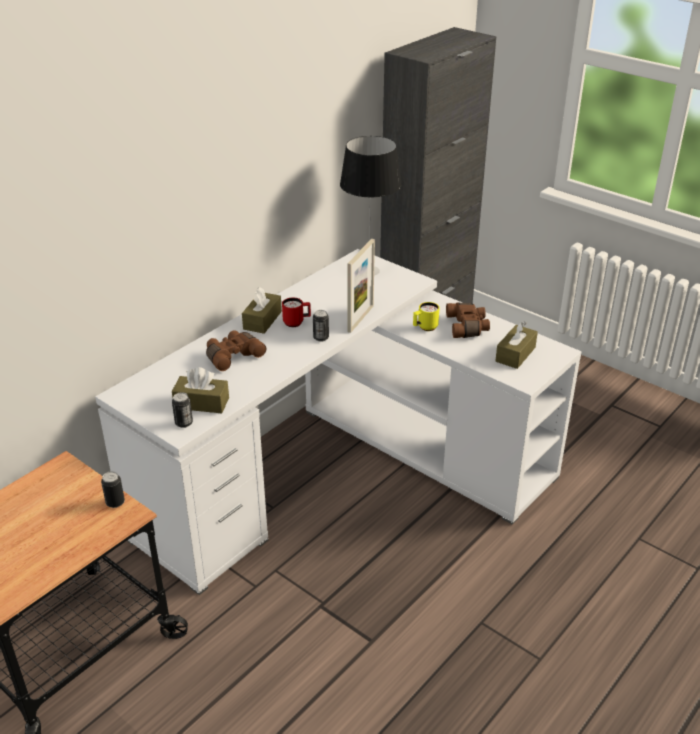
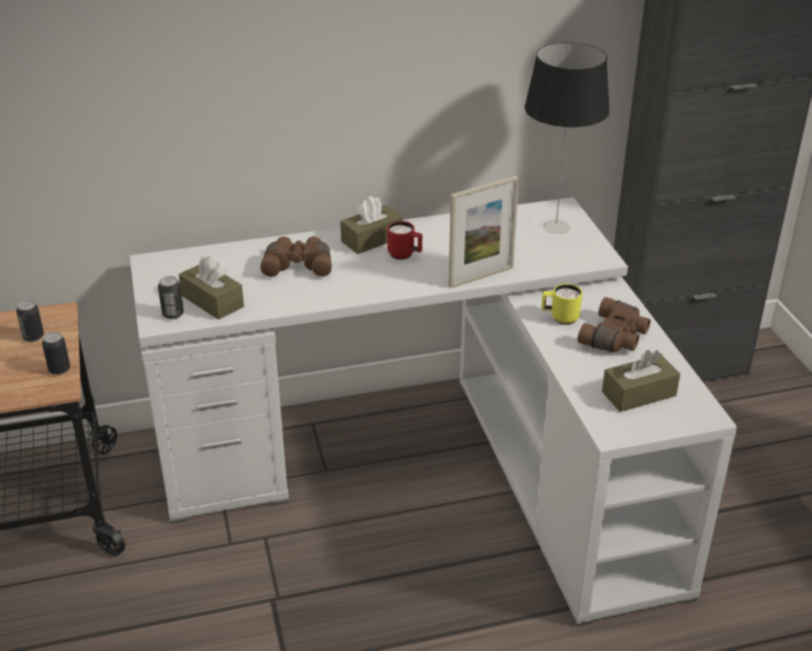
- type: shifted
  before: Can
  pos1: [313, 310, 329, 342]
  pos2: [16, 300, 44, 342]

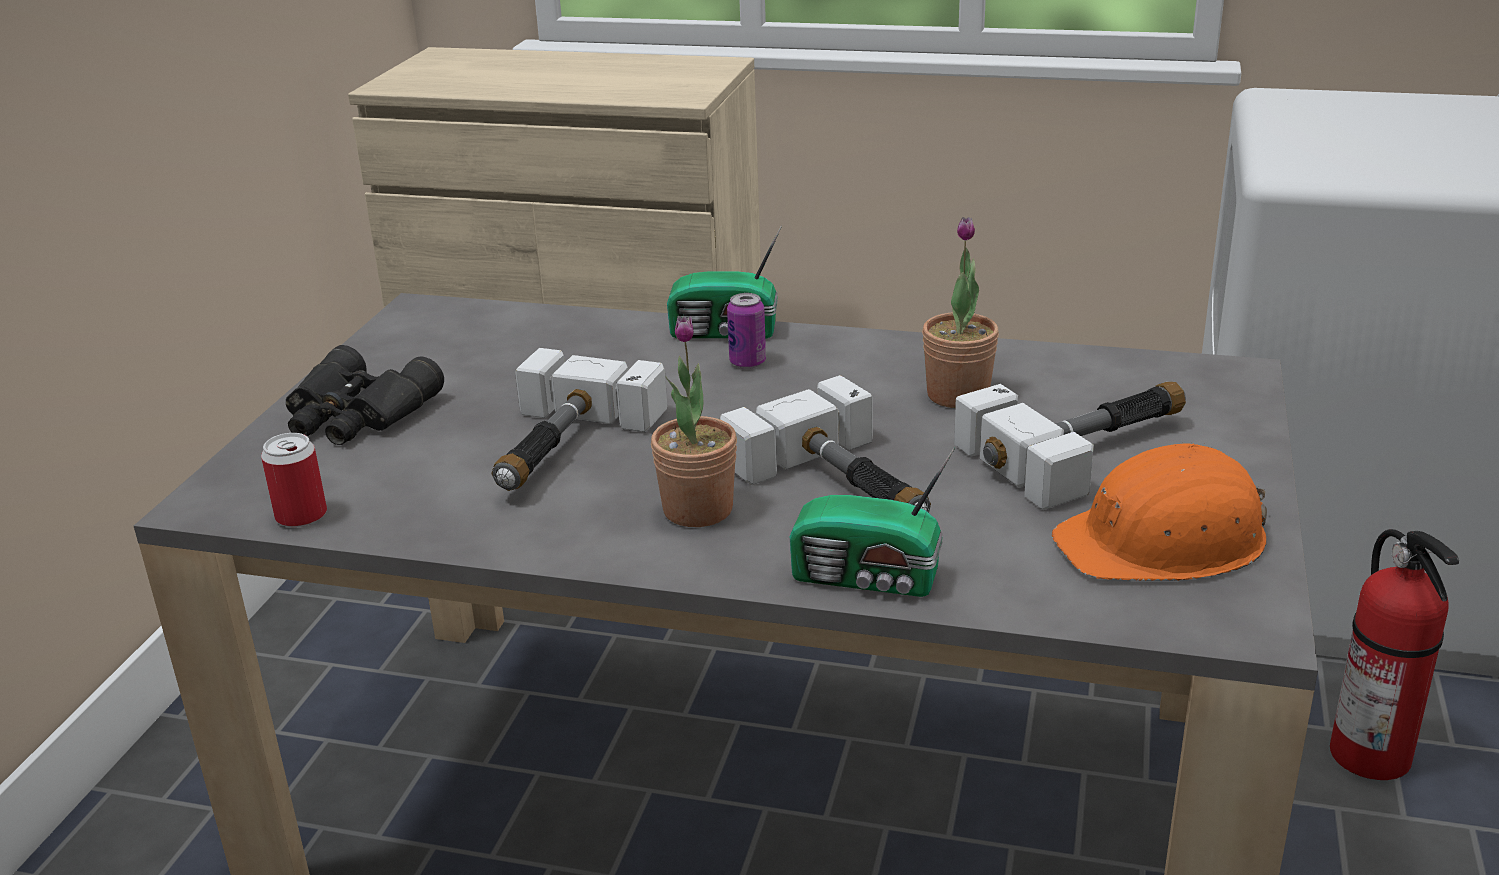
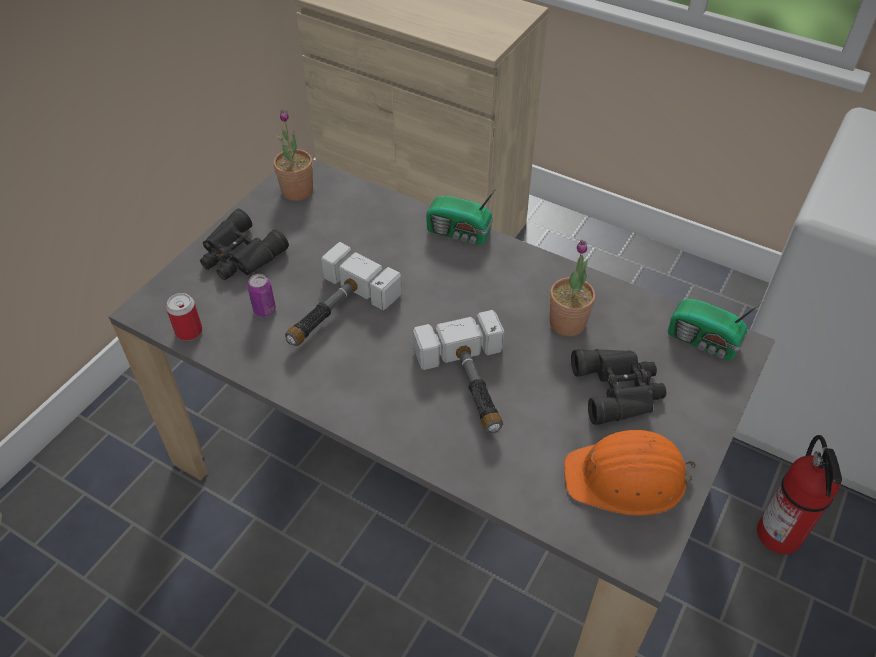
- type: shifted
  before: Can
  pos1: [727, 293, 766, 369]
  pos2: [247, 274, 276, 317]
- type: shifted
  before: PottedPlant
  pos1: [651, 316, 737, 527]
  pos2: [273, 109, 313, 201]
- type: swapped
  before: Hammer
  after: BlackBinoculars
  pos1: [954, 382, 1186, 510]
  pos2: [571, 349, 666, 425]
- type: shifted
  before: Radio
  pos1: [789, 448, 955, 597]
  pos2: [668, 299, 766, 360]

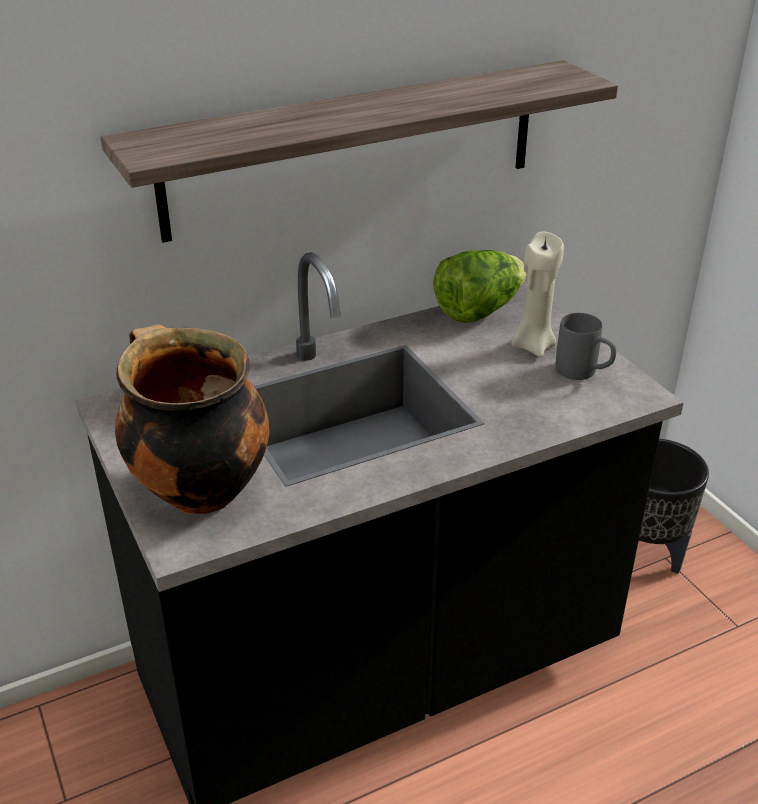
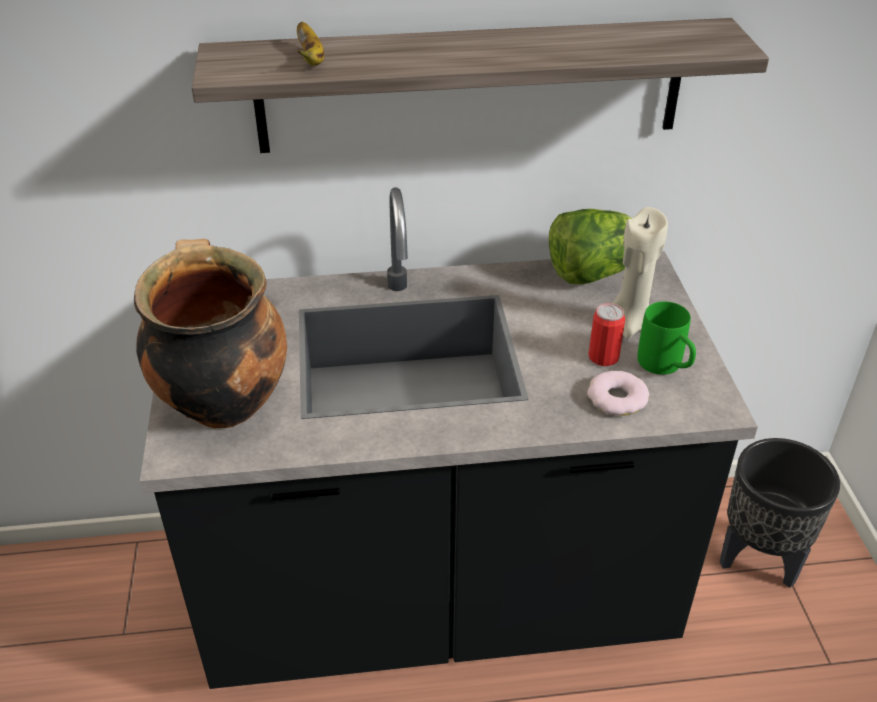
- type: new
  after: Banana
  pos2: [297, 22, 324, 66]
- type: new
  after: Donut
  pos2: [587, 371, 649, 416]
- type: new
  after: Can
  pos2: [588, 303, 625, 366]
- type: repainted
  before: GreyMug
  after: GreenMug
  pos1: [555, 313, 616, 380]
  pos2: [637, 301, 696, 375]

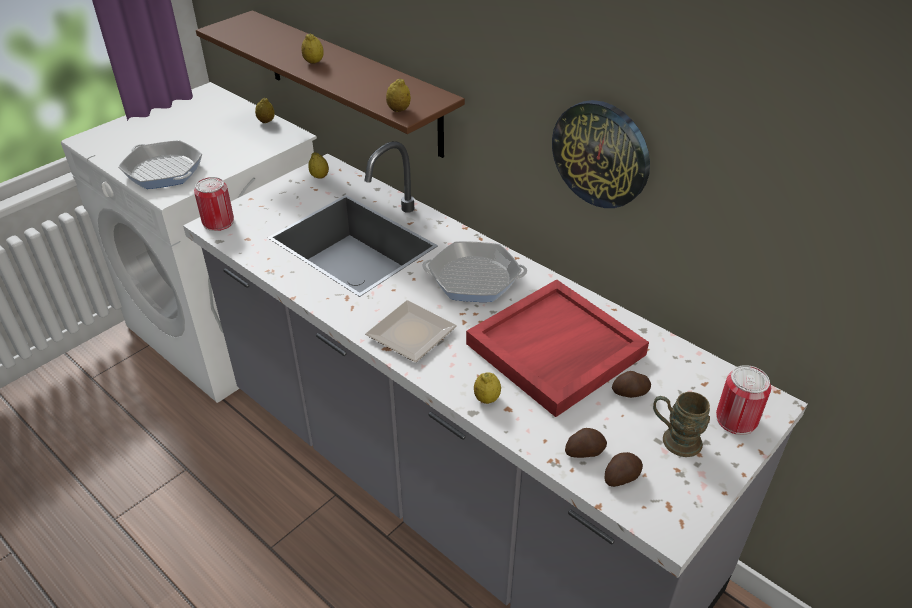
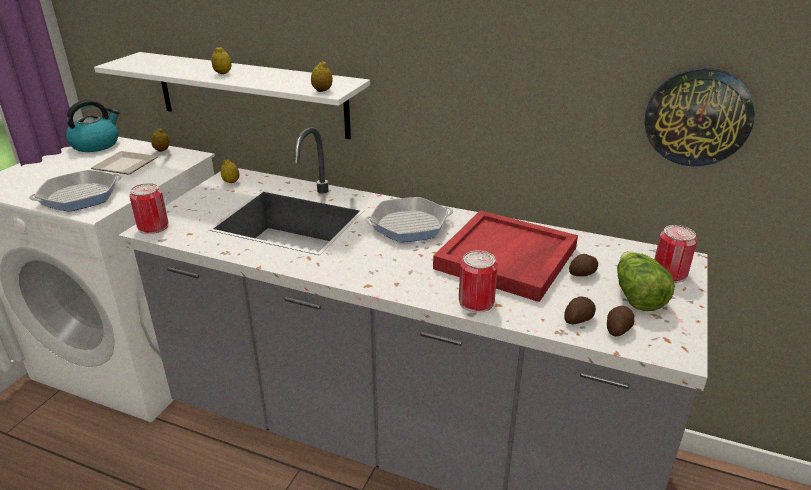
- type: rotated
  before: FryingPan
  pos1: [118, 140, 202, 189]
  pos2: [29, 170, 122, 212]
  turn: 120
- type: new
  after: Kettle
  pos2: [66, 100, 120, 152]
- type: shifted
  before: Plate
  pos1: [365, 300, 457, 362]
  pos2: [91, 151, 158, 175]
- type: repainted
  before: BrownShelf
  after: WhiteShelf
  pos1: [196, 10, 465, 158]
  pos2: [94, 52, 370, 139]
- type: swapped
  before: Lemon
  after: Can
  pos1: [474, 372, 501, 404]
  pos2: [459, 250, 498, 312]
- type: swapped
  before: BrownMug
  after: Lettuce
  pos1: [653, 392, 710, 457]
  pos2: [617, 251, 675, 311]
- type: shifted
  before: WallClock
  pos1: [552, 100, 650, 208]
  pos2: [644, 67, 755, 166]

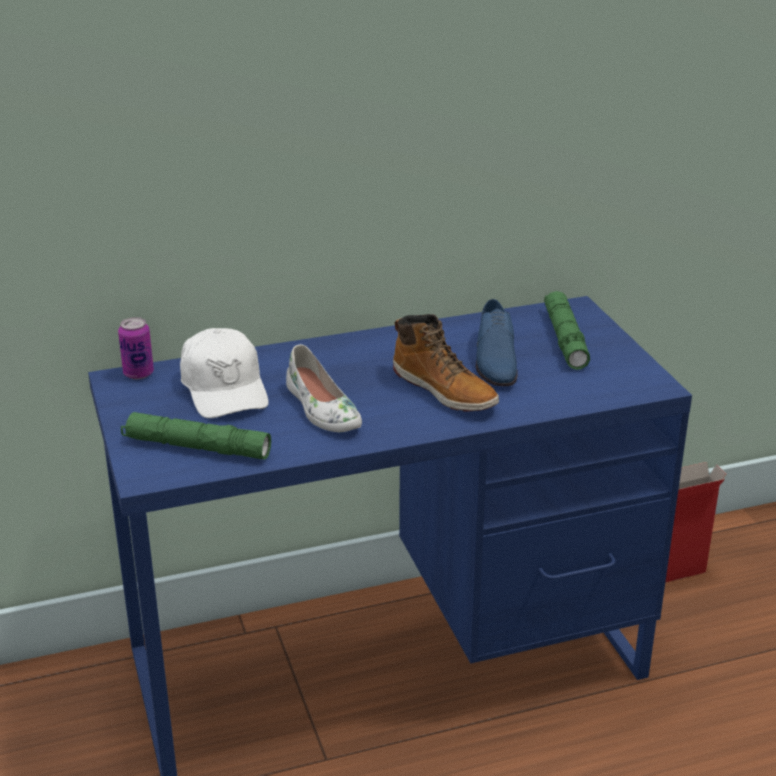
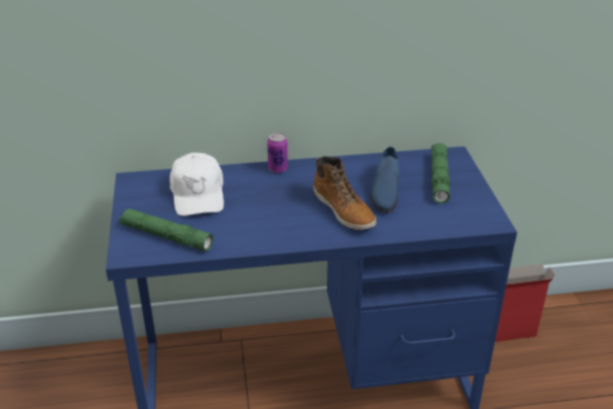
- type: shifted
  before: Can
  pos1: [118, 317, 154, 380]
  pos2: [267, 133, 288, 173]
- type: gone
  before: WhiteShoe
  pos1: [286, 344, 362, 432]

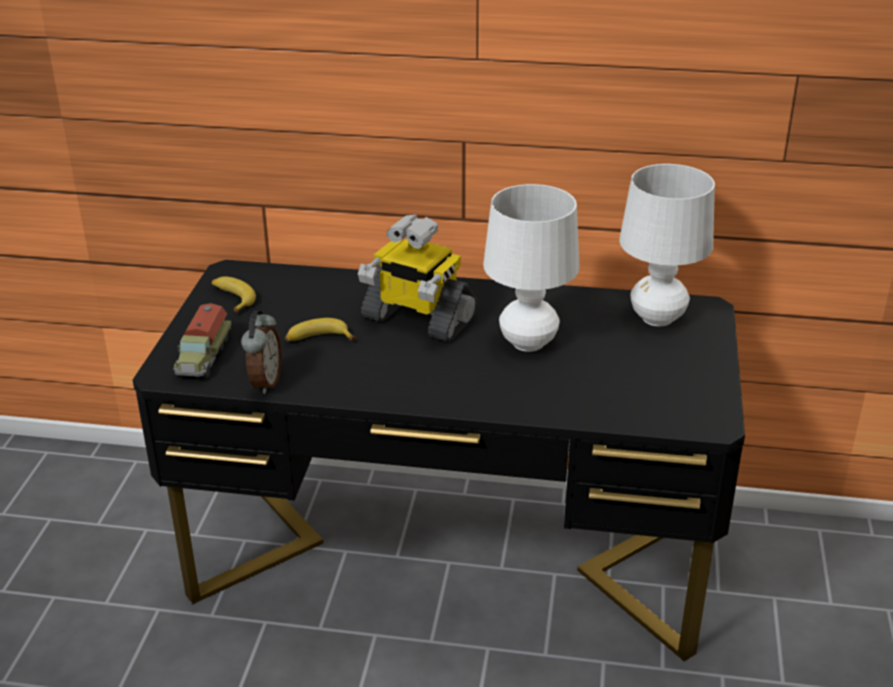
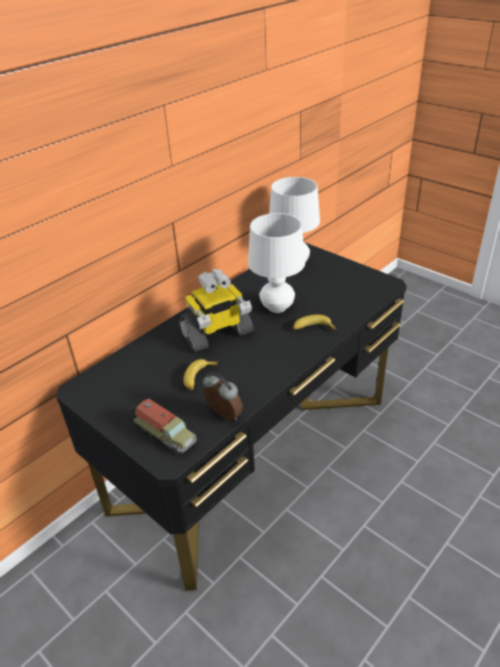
- type: shifted
  before: Banana
  pos1: [212, 276, 256, 313]
  pos2: [293, 315, 337, 330]

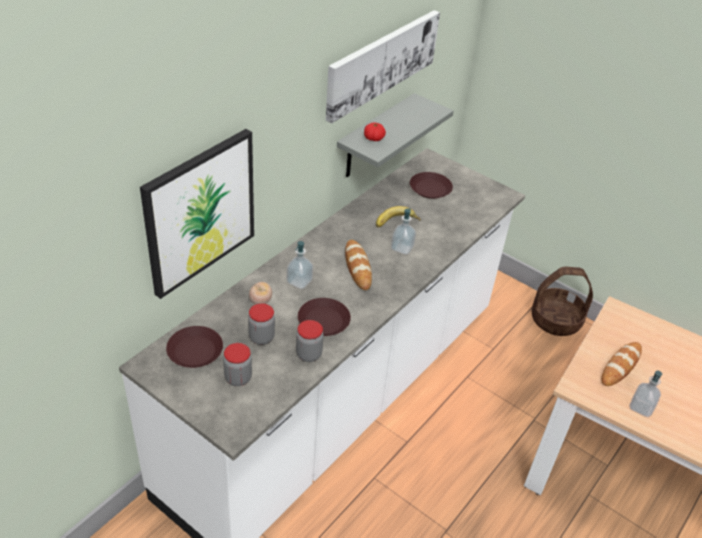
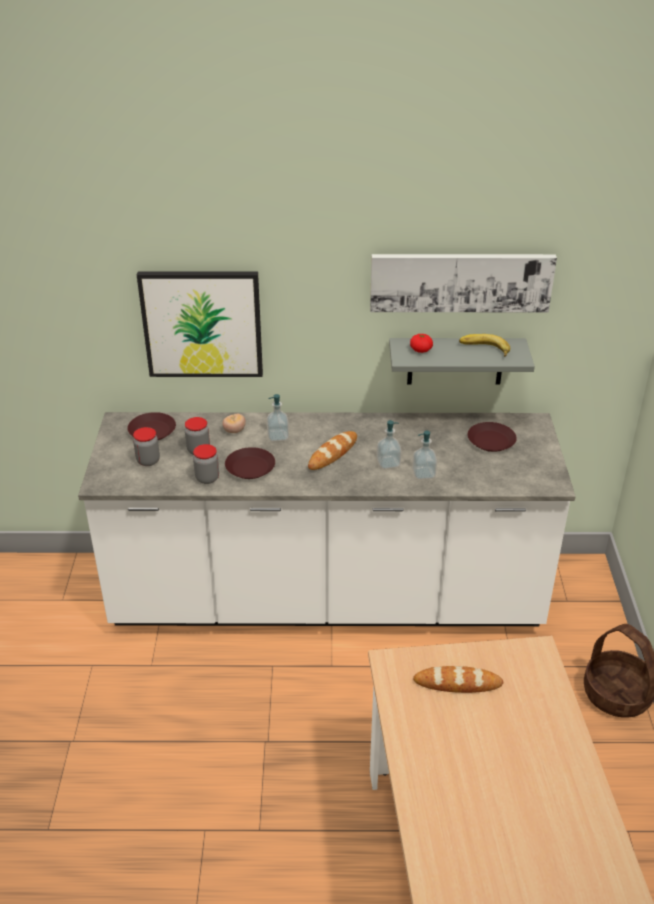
- type: shifted
  before: SoapDispenser
  pos1: [629, 371, 662, 417]
  pos2: [412, 431, 437, 480]
- type: shifted
  before: Banana
  pos1: [376, 206, 421, 227]
  pos2: [459, 334, 510, 357]

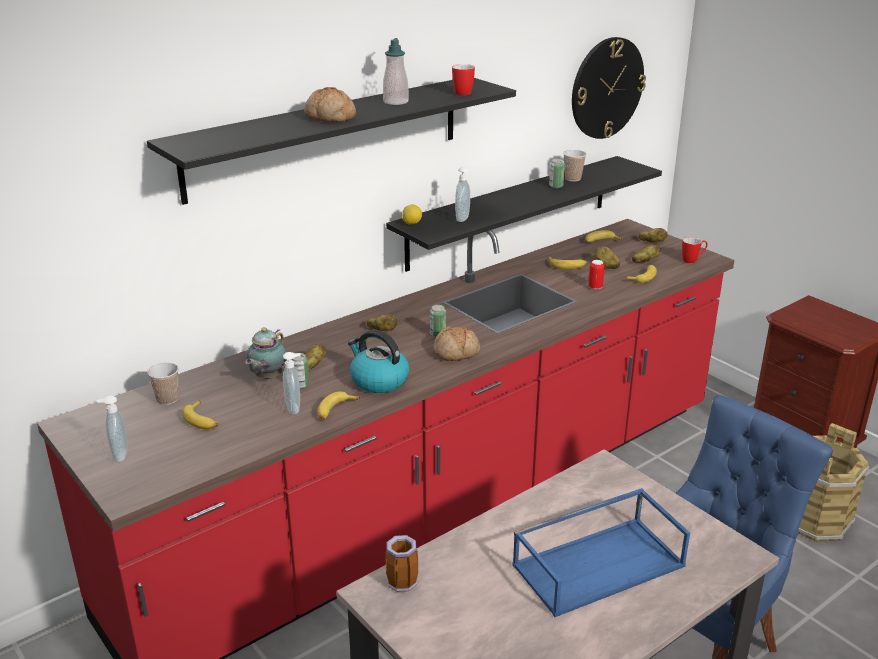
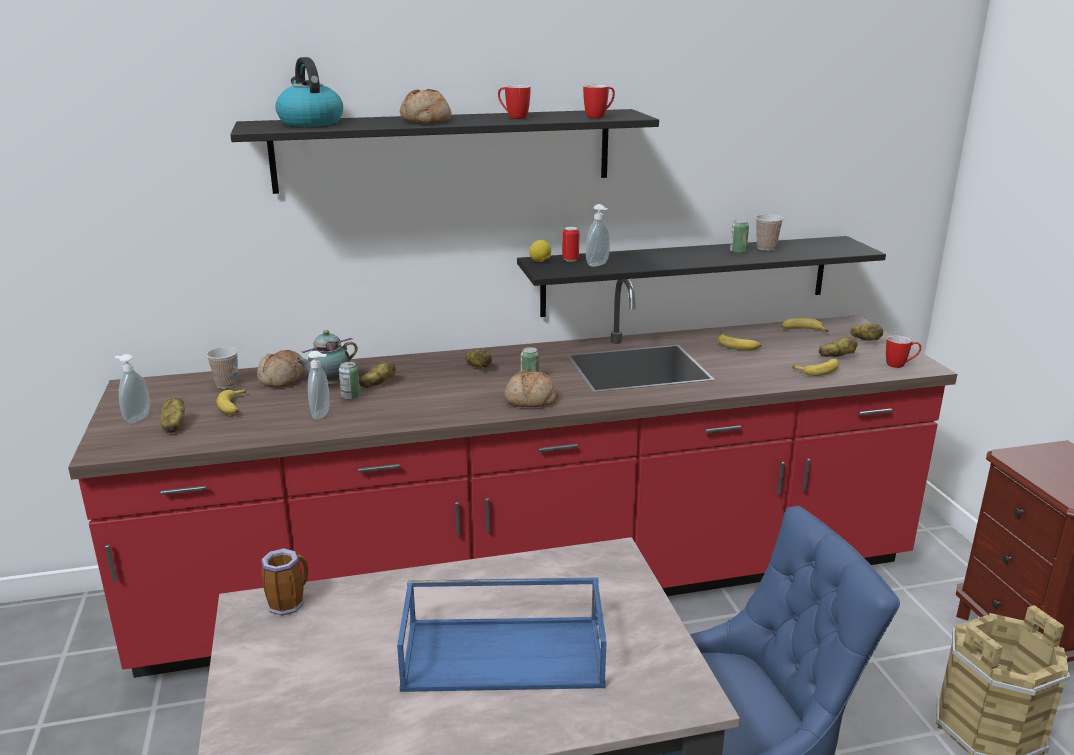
- type: shifted
  before: Potato
  pos1: [595, 246, 620, 269]
  pos2: [161, 398, 185, 433]
- type: new
  after: Bread
  pos2: [257, 350, 307, 388]
- type: shifted
  before: Kettle
  pos1: [348, 329, 409, 393]
  pos2: [276, 57, 343, 127]
- type: swapped
  before: SoapDispenser
  after: Mug
  pos1: [383, 38, 409, 105]
  pos2: [498, 85, 531, 119]
- type: shifted
  before: Can
  pos1: [588, 260, 605, 290]
  pos2: [562, 227, 579, 262]
- type: gone
  before: Banana
  pos1: [317, 391, 360, 420]
- type: gone
  before: WallClock
  pos1: [572, 37, 646, 139]

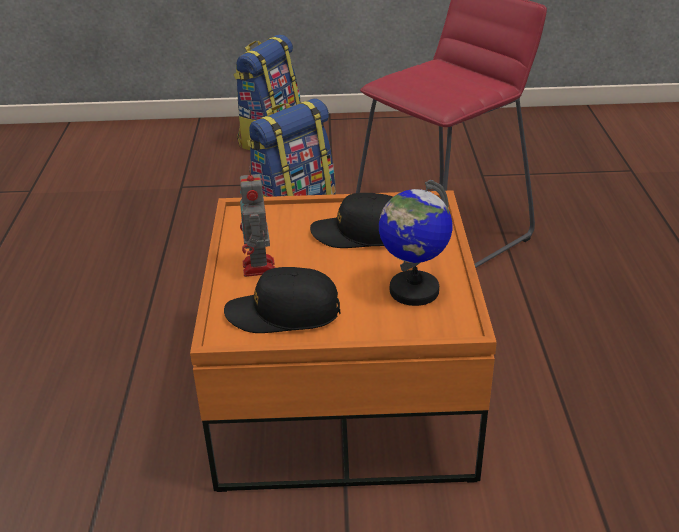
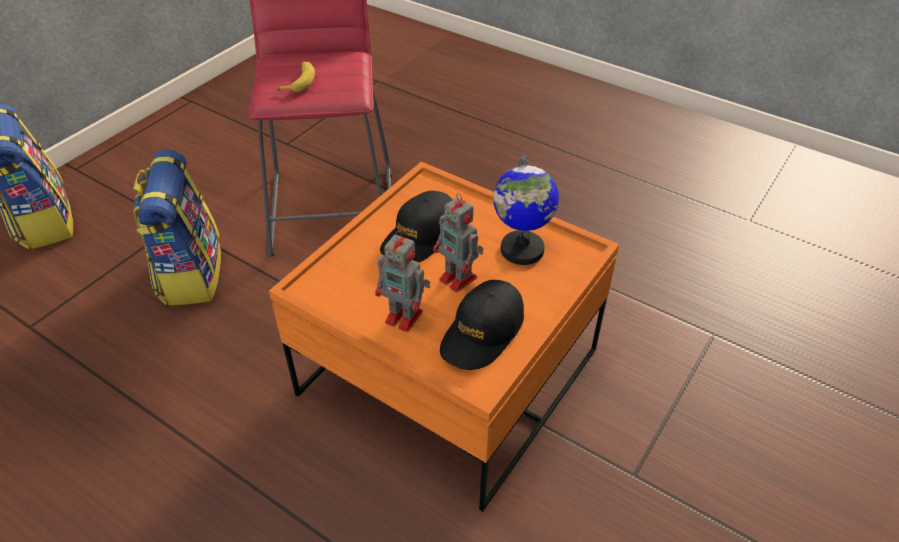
- type: new
  after: Banana
  pos2: [277, 61, 315, 92]
- type: new
  after: ToyRobot
  pos2: [433, 193, 483, 293]

